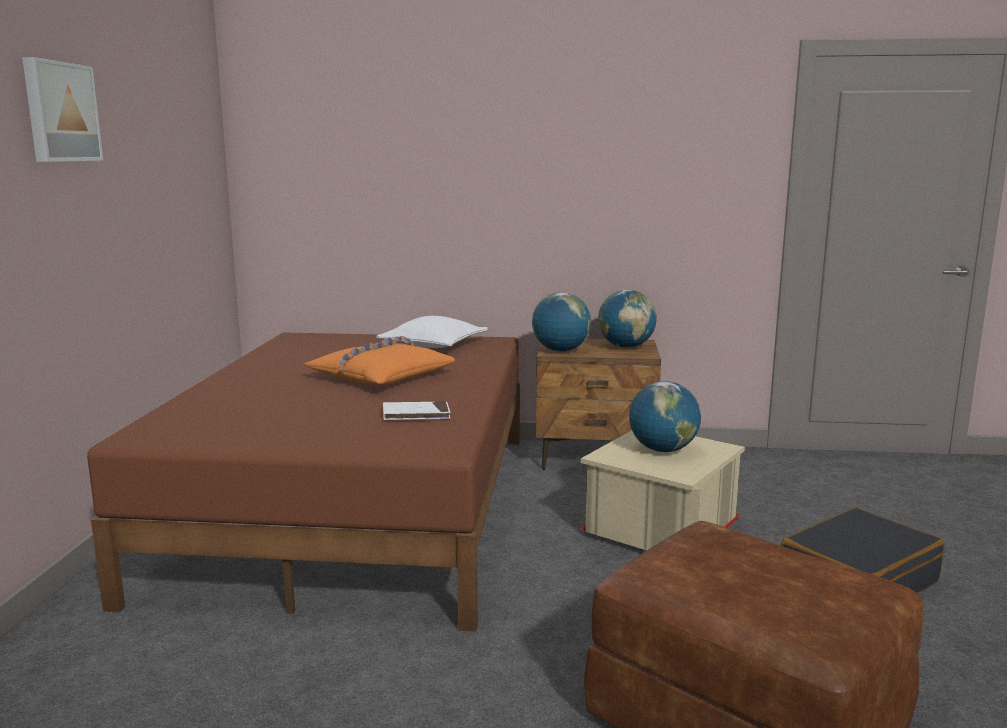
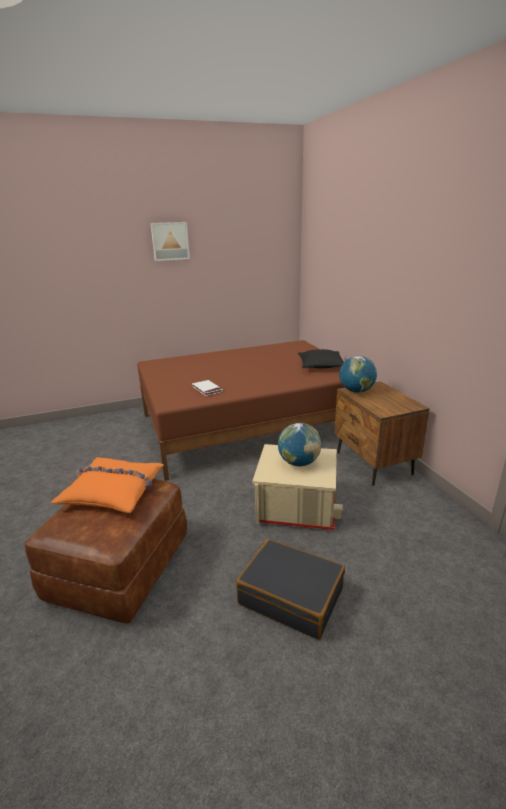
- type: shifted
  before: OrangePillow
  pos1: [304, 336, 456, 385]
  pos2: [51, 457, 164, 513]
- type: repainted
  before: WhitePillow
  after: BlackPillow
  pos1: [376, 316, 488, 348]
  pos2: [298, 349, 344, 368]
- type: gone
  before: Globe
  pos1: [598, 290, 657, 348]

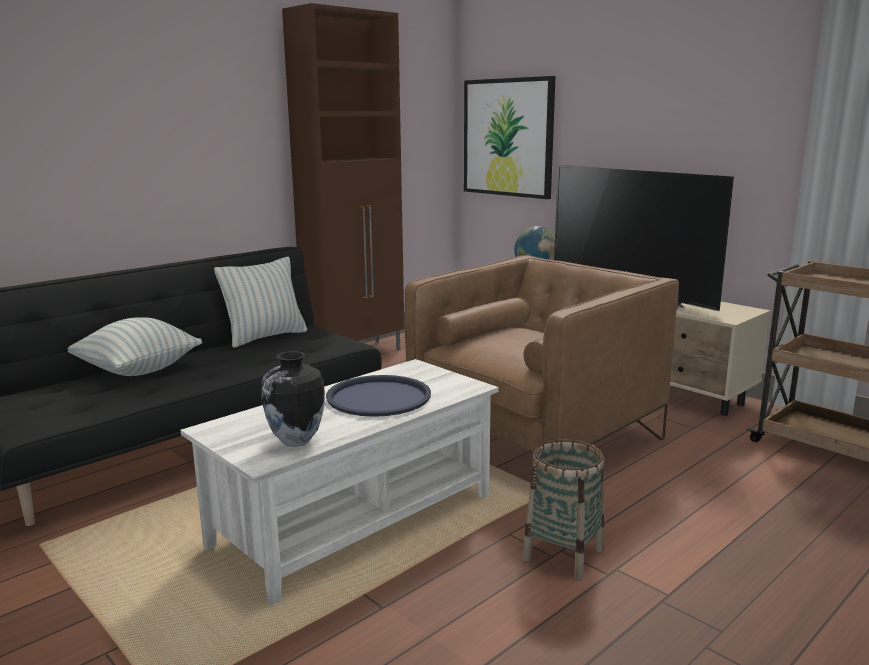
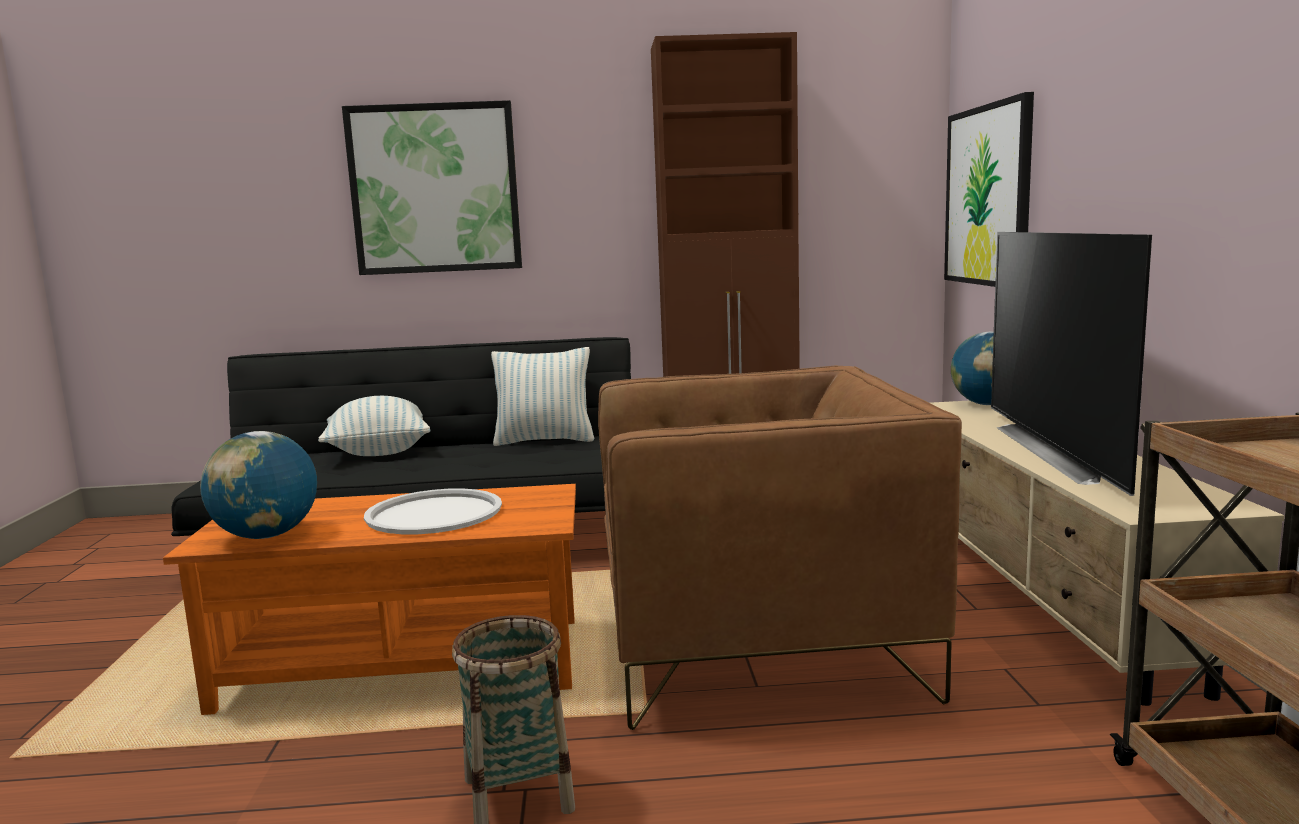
- type: repainted
  before: WhiteCoffeeTable
  after: OrangeCoffeeTable
  pos1: [181, 359, 499, 606]
  pos2: [163, 484, 576, 715]
- type: swapped
  before: Vase
  after: Globe
  pos1: [261, 351, 325, 447]
  pos2: [200, 431, 317, 539]
- type: new
  after: Picture
  pos2: [342, 100, 522, 275]
- type: repainted
  before: BlueTray
  after: WhiteTray
  pos1: [326, 375, 431, 417]
  pos2: [364, 489, 502, 534]

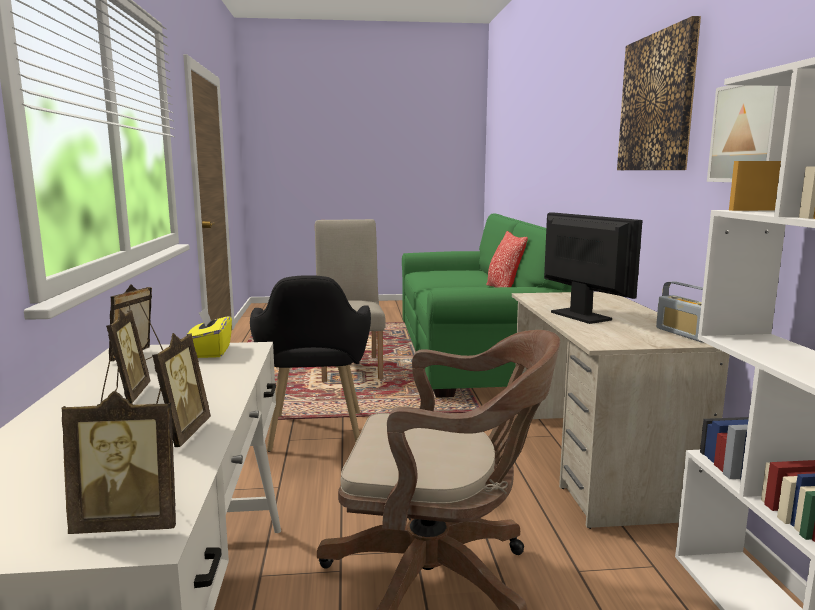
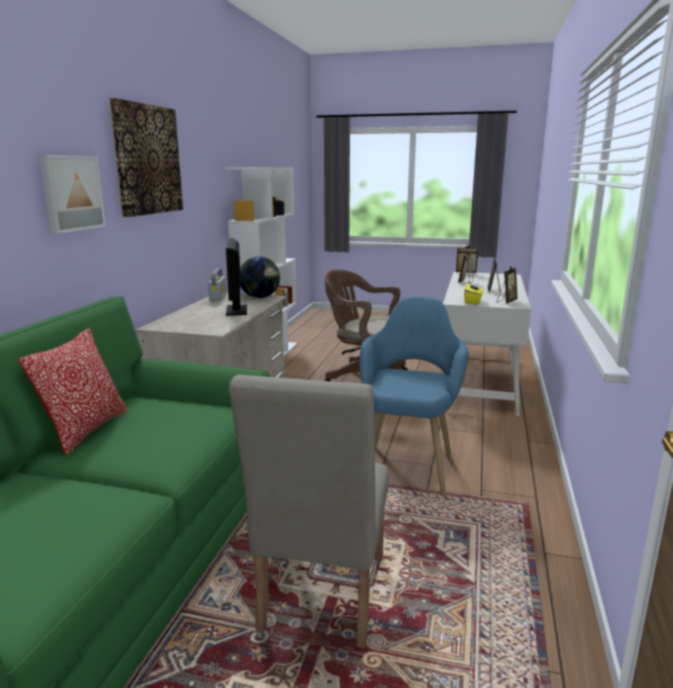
- type: shifted
  before: Picture
  pos1: [707, 85, 790, 182]
  pos2: [39, 155, 106, 234]
- type: new
  after: Globe
  pos2: [240, 257, 280, 298]
- type: repainted
  before: BlackArmchair
  after: BlueArmchair
  pos1: [250, 275, 371, 452]
  pos2: [360, 296, 468, 497]

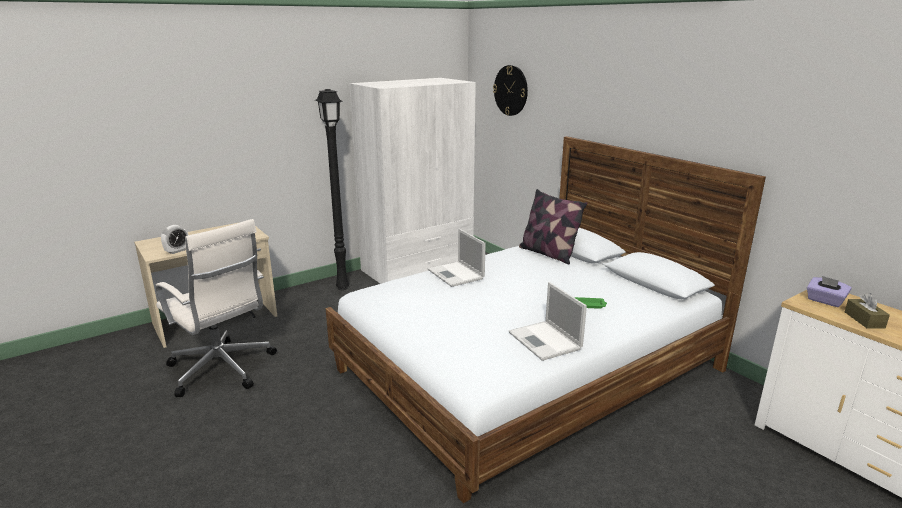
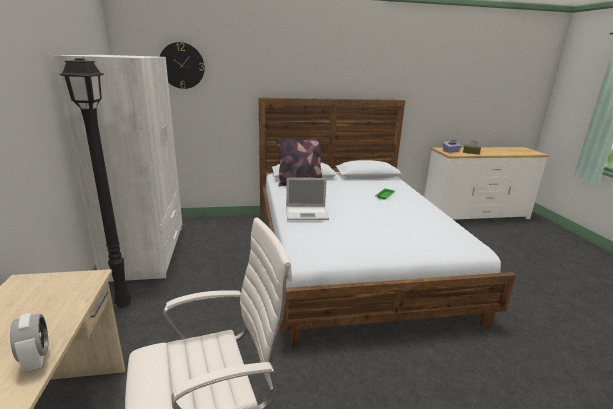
- type: gone
  before: Laptop
  pos1: [509, 282, 587, 361]

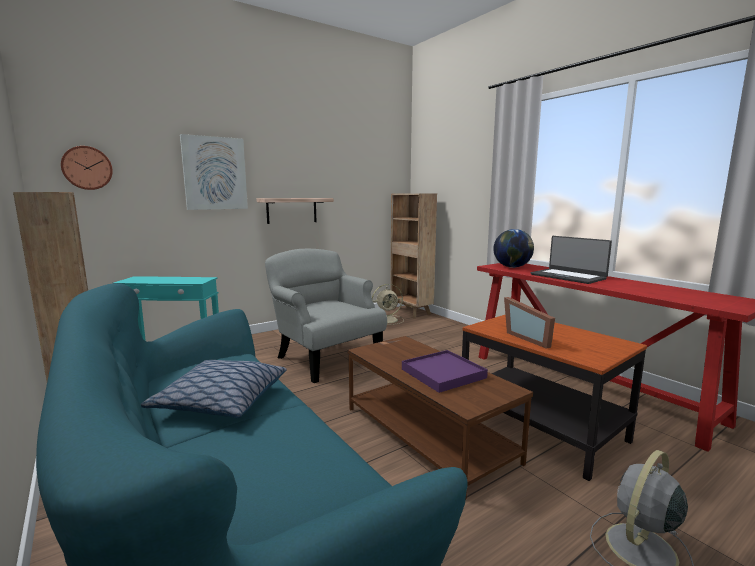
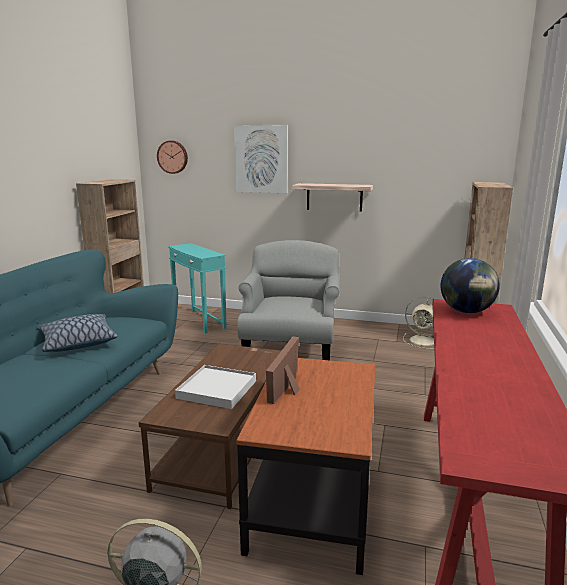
- type: repainted
  before: PurpleTray
  after: WhiteTray
  pos1: [402, 350, 488, 393]
  pos2: [175, 365, 256, 409]
- type: gone
  before: Laptop
  pos1: [531, 236, 612, 284]

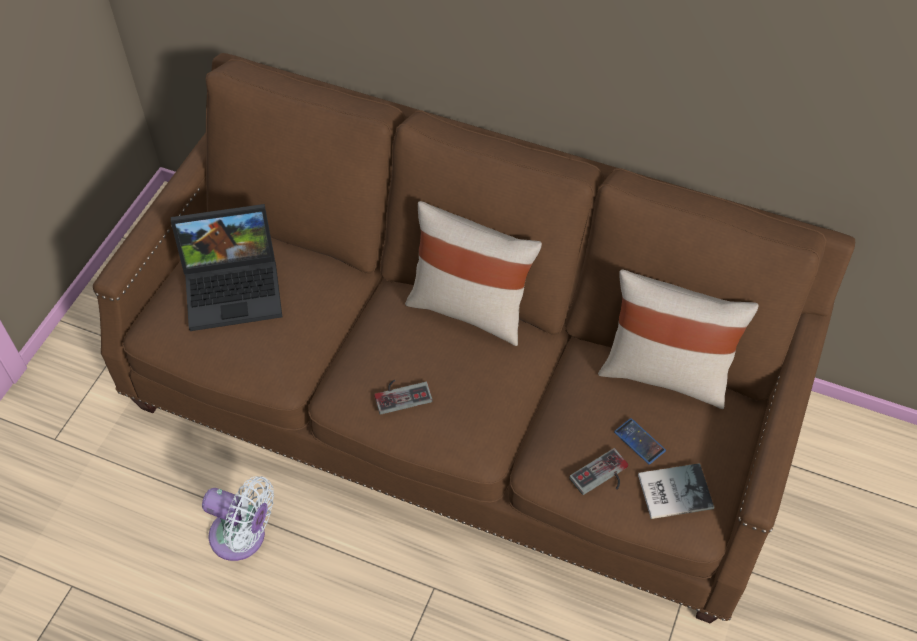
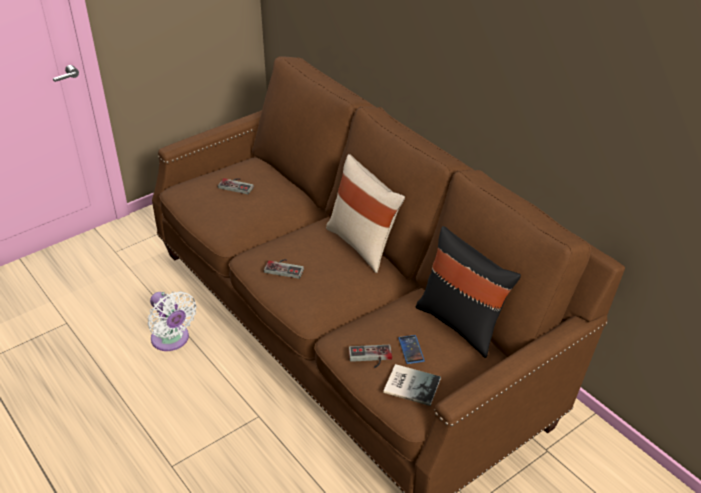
- type: swapped
  before: Laptop
  after: GameController
  pos1: [171, 204, 282, 331]
  pos2: [218, 178, 254, 194]
- type: repainted
  before: BeigePillow
  after: BlackPillow
  pos1: [598, 269, 758, 409]
  pos2: [415, 226, 521, 358]

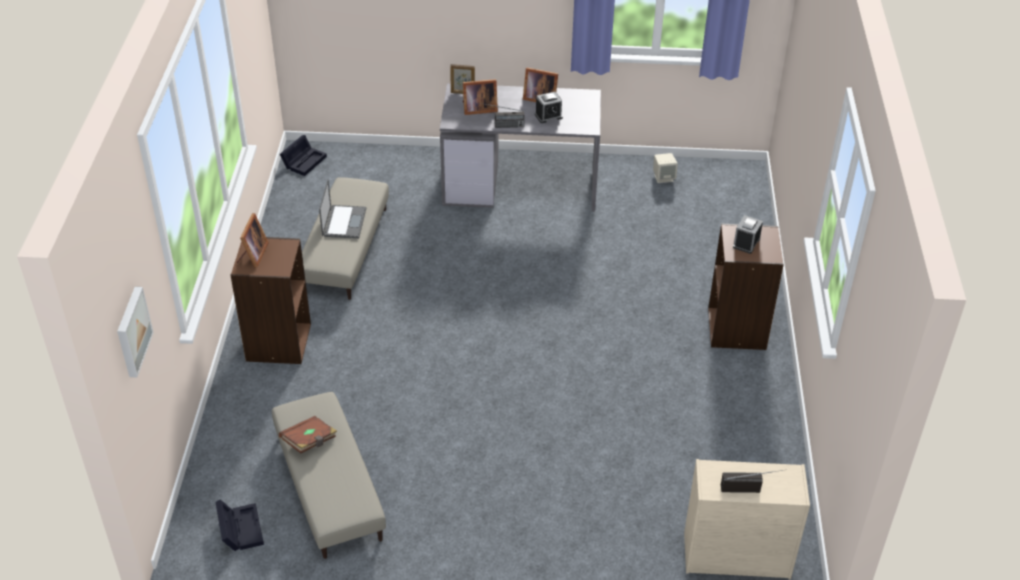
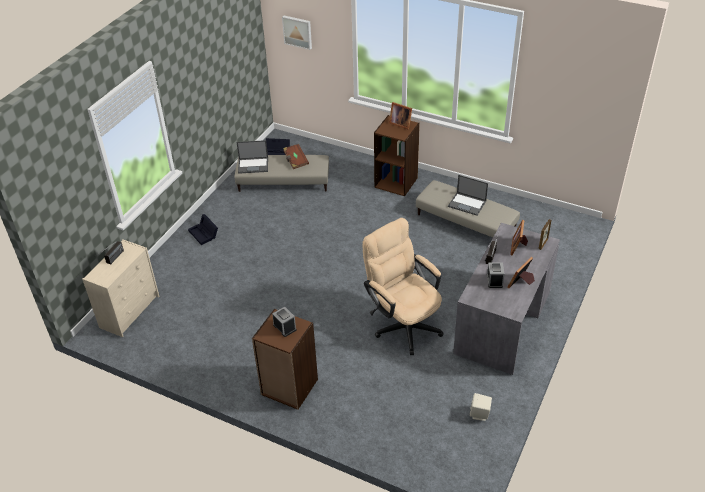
- type: shifted
  before: BlackStorageBox
  pos1: [280, 135, 327, 176]
  pos2: [188, 214, 218, 245]
- type: new
  after: Laptop
  pos2: [237, 140, 268, 174]
- type: new
  after: BeigeOfficeChair
  pos2: [363, 218, 444, 355]

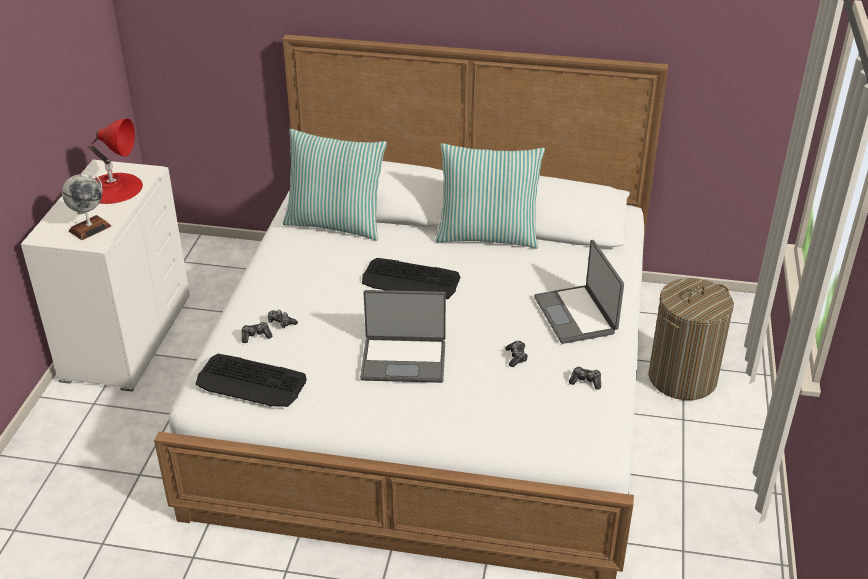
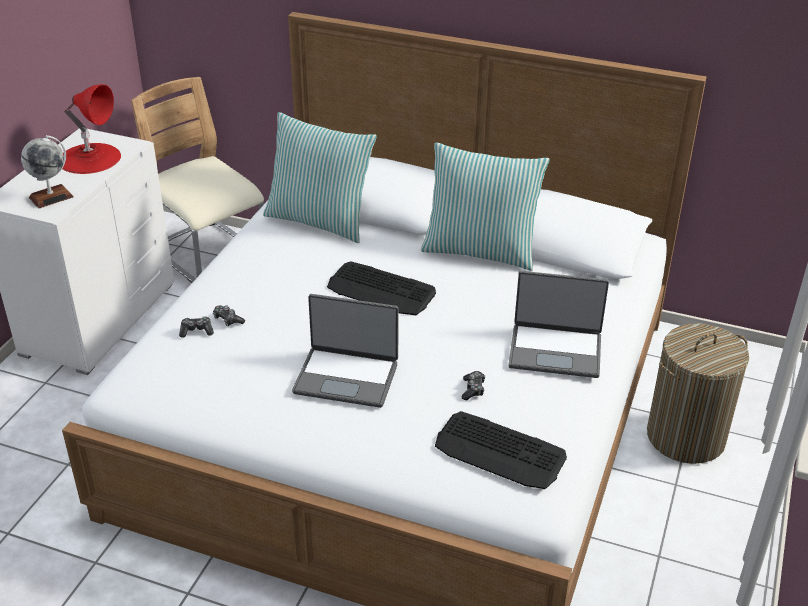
- type: new
  after: BeigeChair
  pos2: [131, 77, 264, 283]
- type: shifted
  before: Keyboard
  pos1: [195, 354, 307, 407]
  pos2: [435, 411, 567, 489]
- type: rotated
  before: Laptop
  pos1: [534, 240, 624, 344]
  pos2: [508, 271, 609, 378]
  turn: -75
- type: gone
  before: GameController
  pos1: [569, 367, 601, 389]

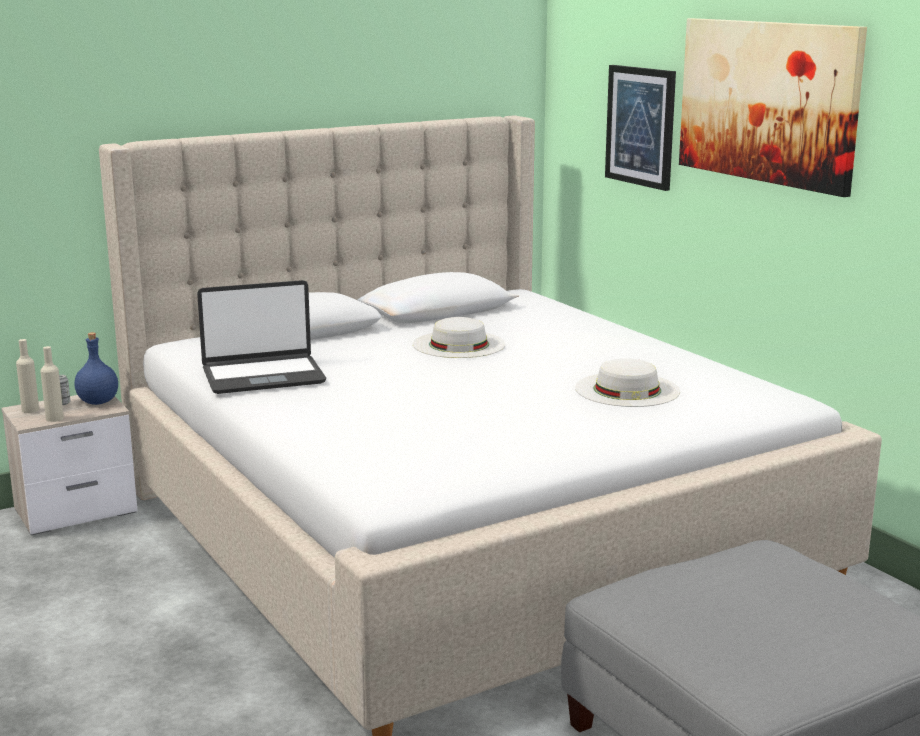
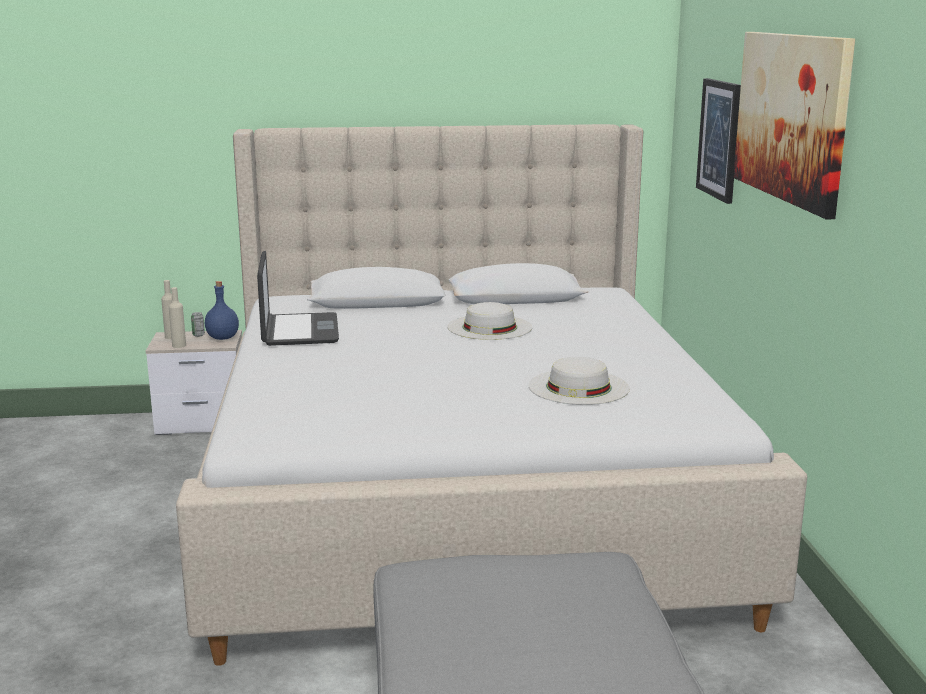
- type: rotated
  before: Laptop
  pos1: [197, 280, 326, 394]
  pos2: [257, 251, 339, 346]
  turn: -105

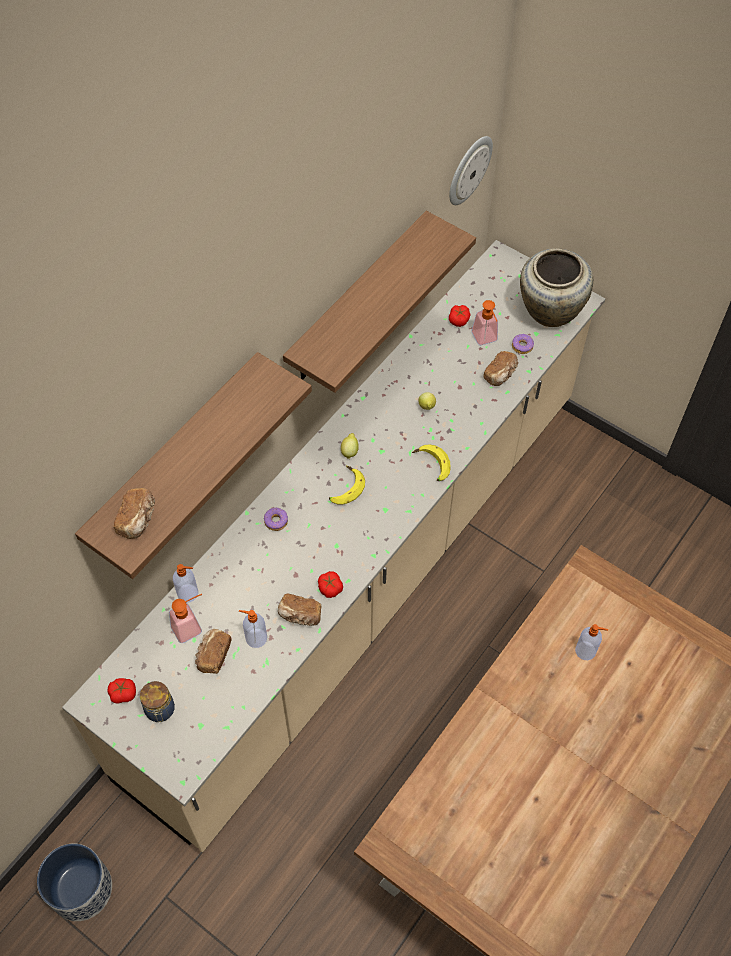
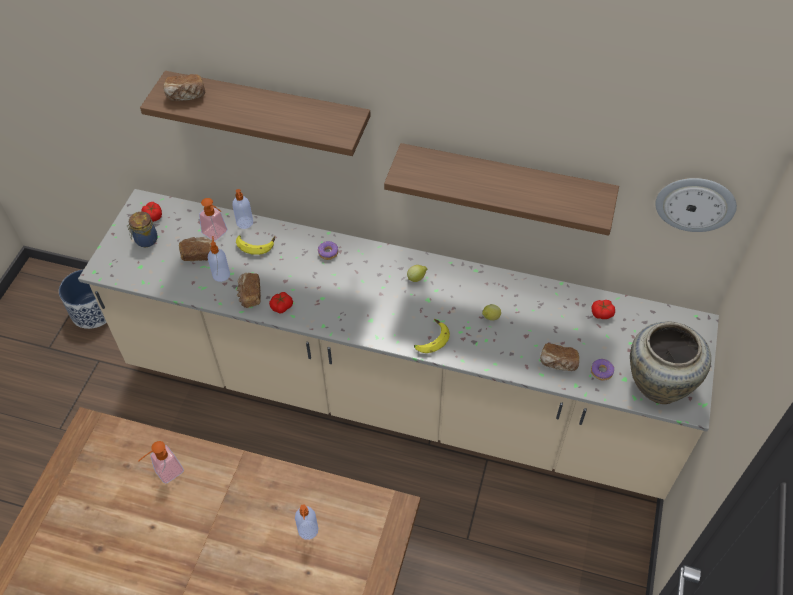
- type: shifted
  before: SoapDispenser
  pos1: [472, 300, 498, 345]
  pos2: [138, 441, 184, 484]
- type: shifted
  before: Banana
  pos1: [329, 465, 365, 505]
  pos2: [236, 235, 275, 255]

